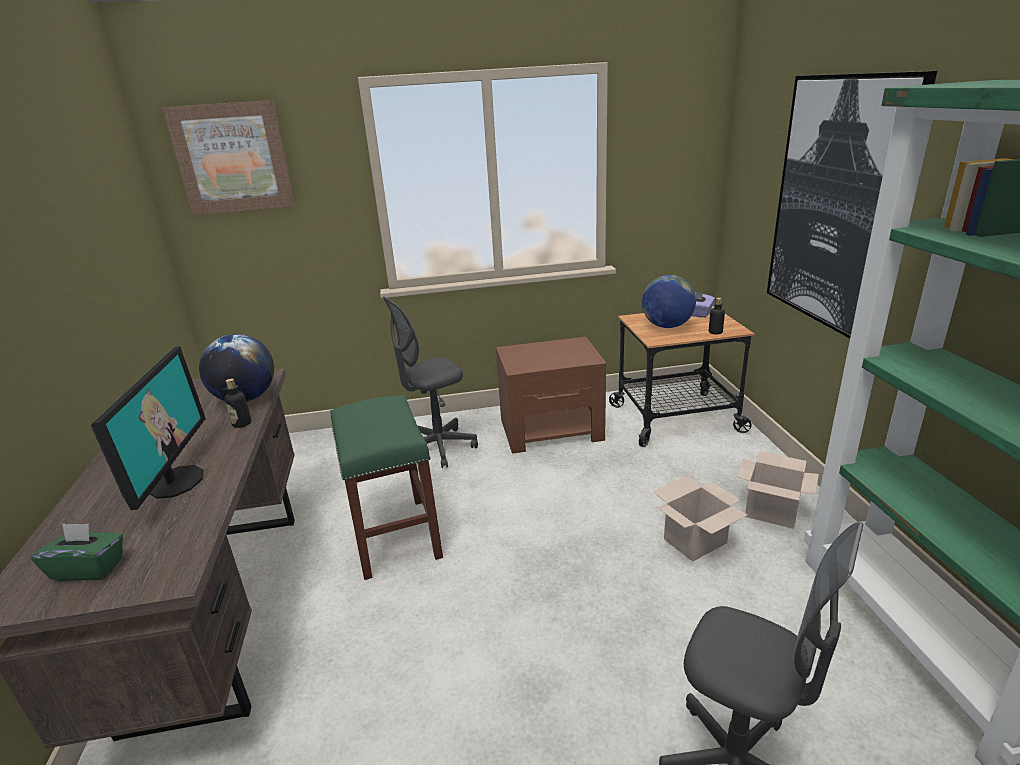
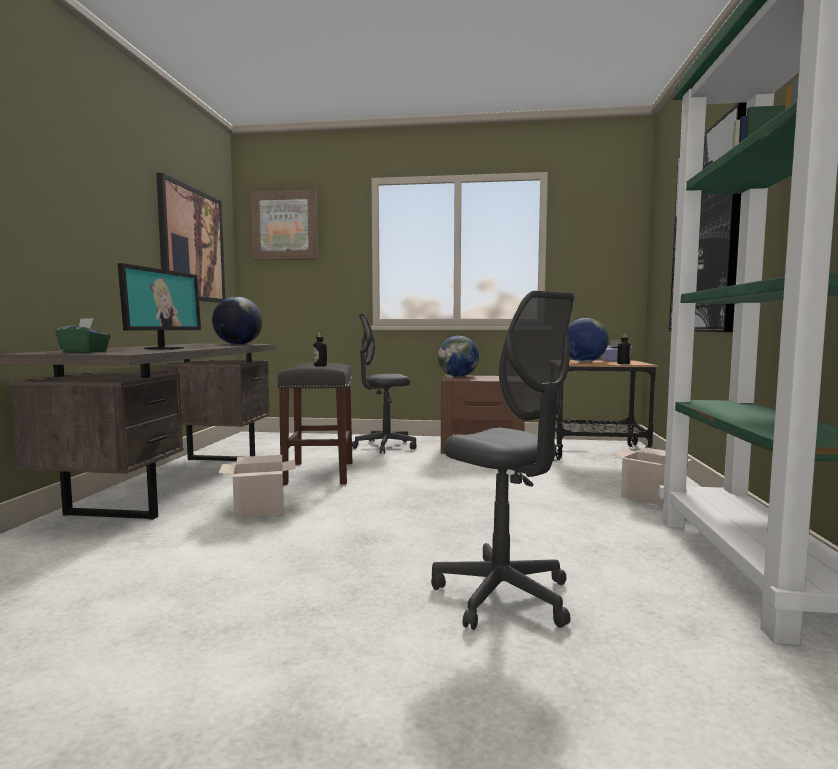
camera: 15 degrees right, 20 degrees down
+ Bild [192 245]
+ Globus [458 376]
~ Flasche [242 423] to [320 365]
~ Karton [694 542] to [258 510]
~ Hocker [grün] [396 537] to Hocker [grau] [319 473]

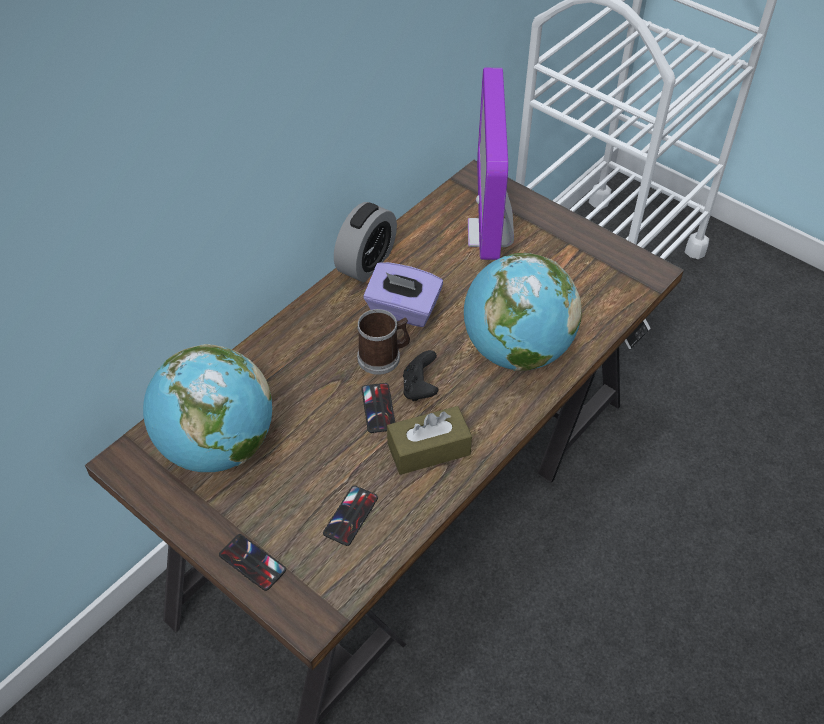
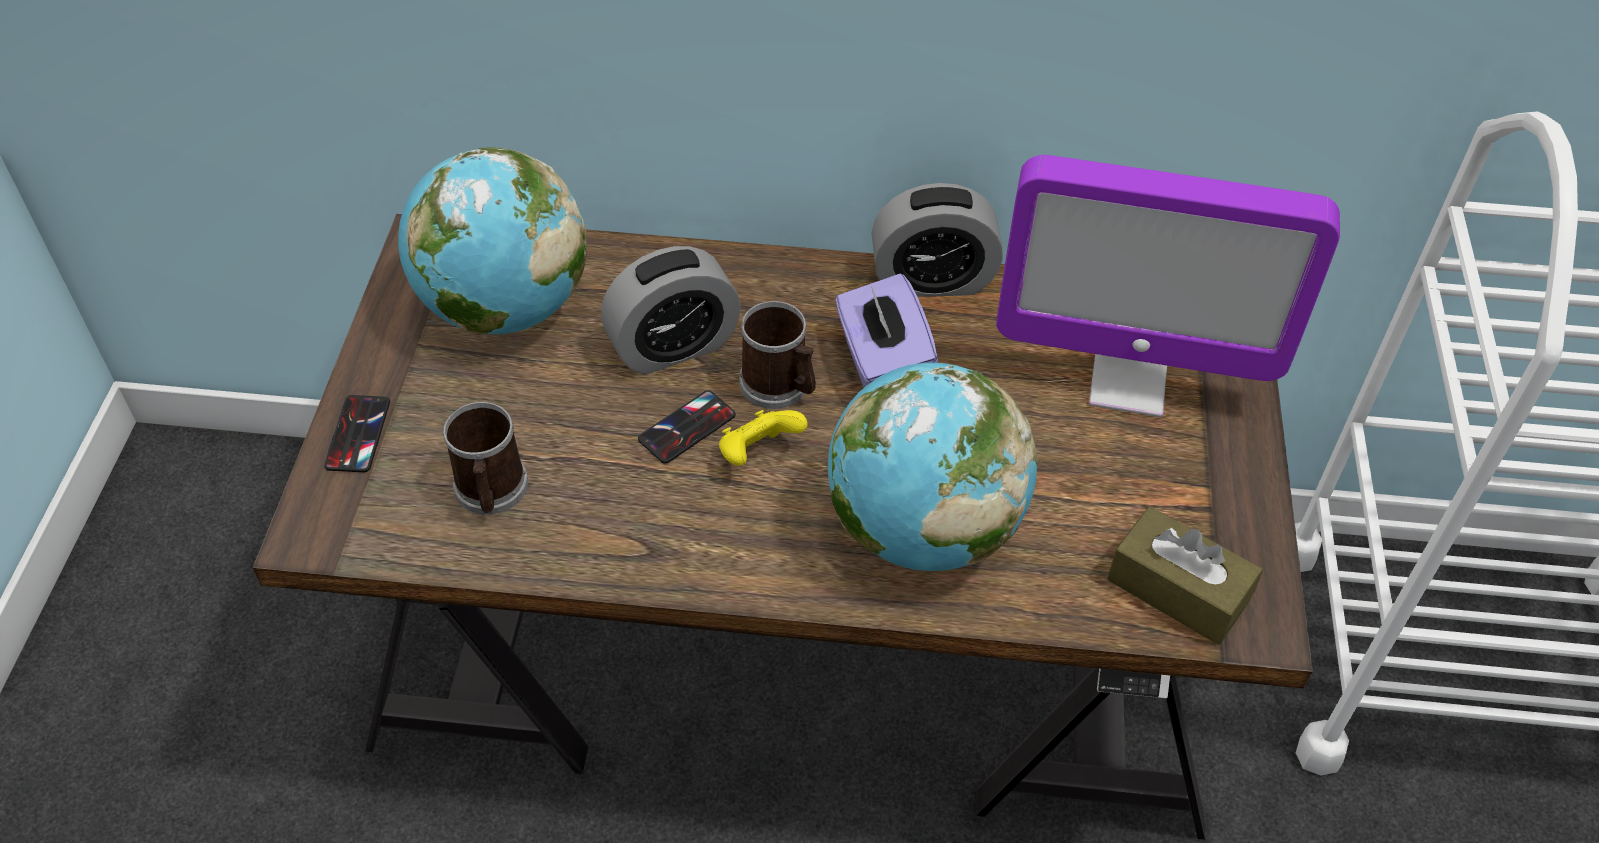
camera: 55 degrees right, 0 degrees up
+ Wecker [673 346]
~ Taschentuchbox [braun] [428 449] to [1178 590]
~ Handy [351 515] to Henkelbecher [491 492]
~ Gamepad [schwarz] [420 388] to Gamepad [gelb] [758 453]
~ Monitor [490 233] = [1128 382] 135 degrees counterclockwise

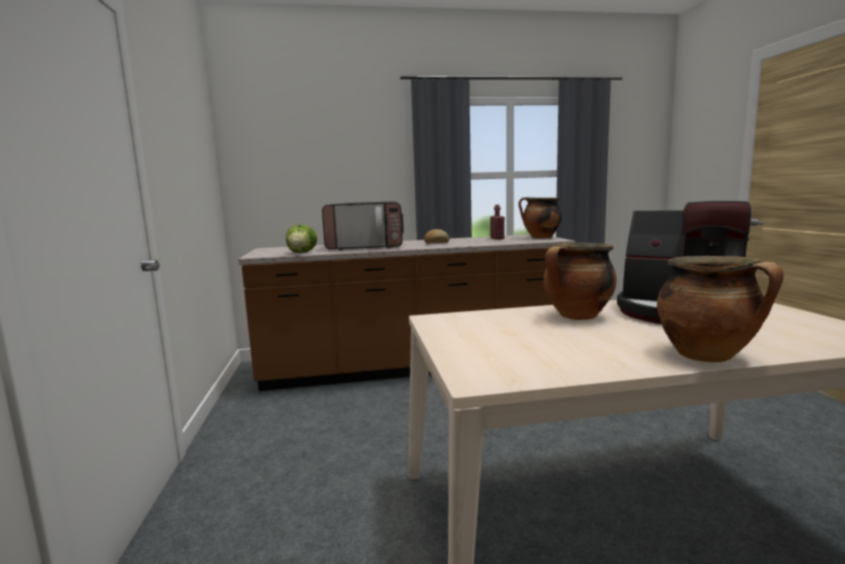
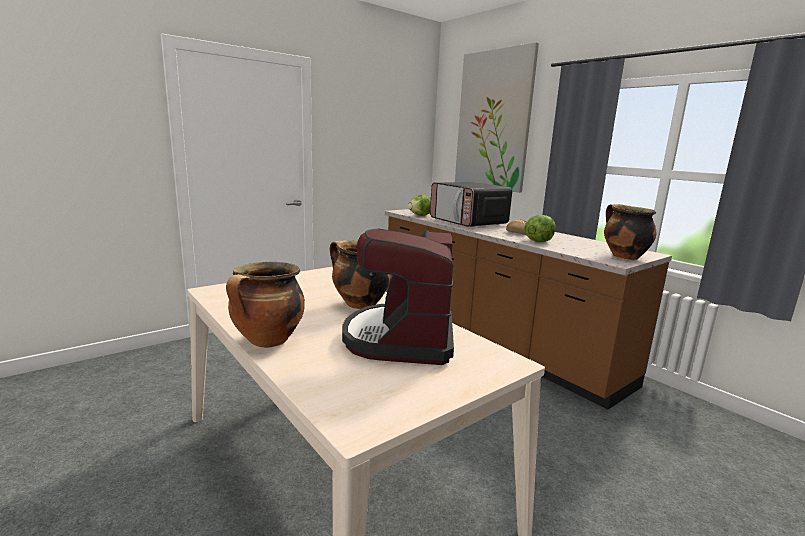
camera: 60 degrees right, 5 degrees up
- Flasche [rot] [497 238]
+ Bild [493 121]
+ Salatkopf [538 241]

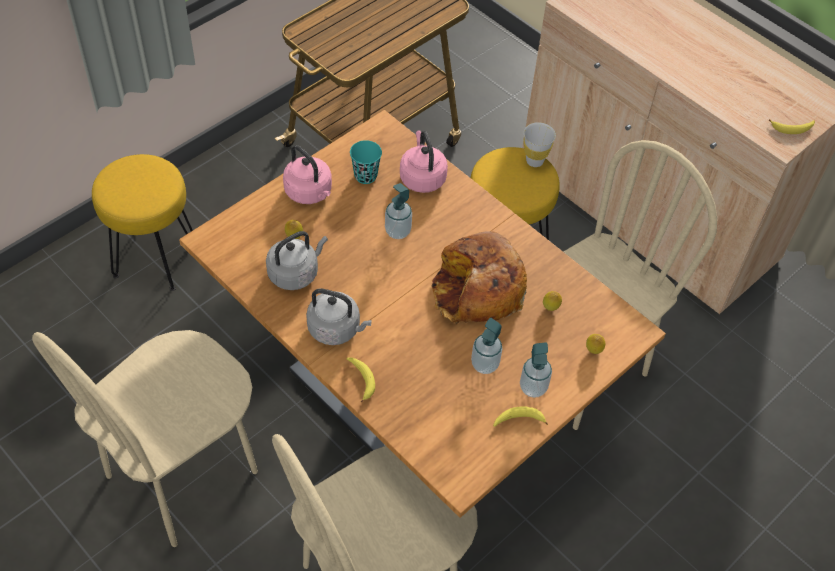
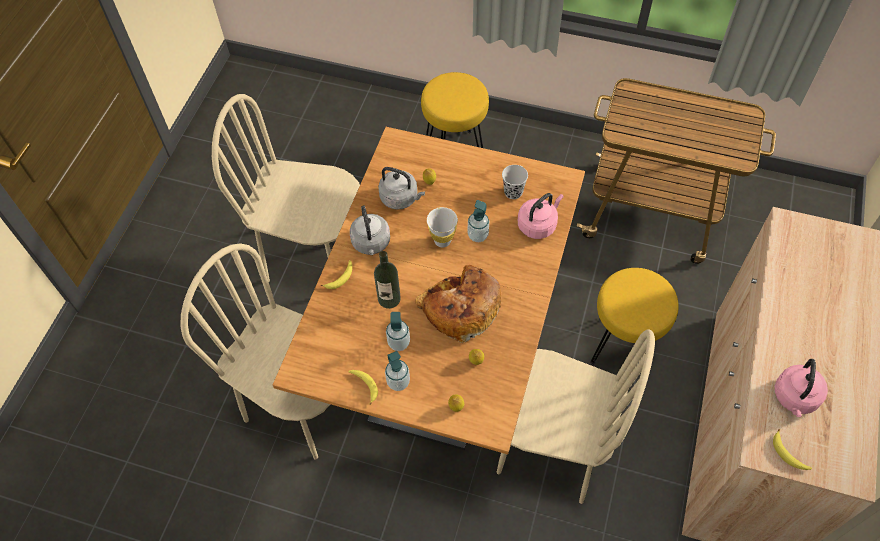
camera: 65 degrees right, 5 degrees up
+ Flasche [389 299]
~ Wasserkessel [rosa] [310 193] to [795 398]
~ Tasse [weiß] [534 161] to [442 241]
~ Tasse [türkis] [365 176] to Tasse [schwarz] [513 192]

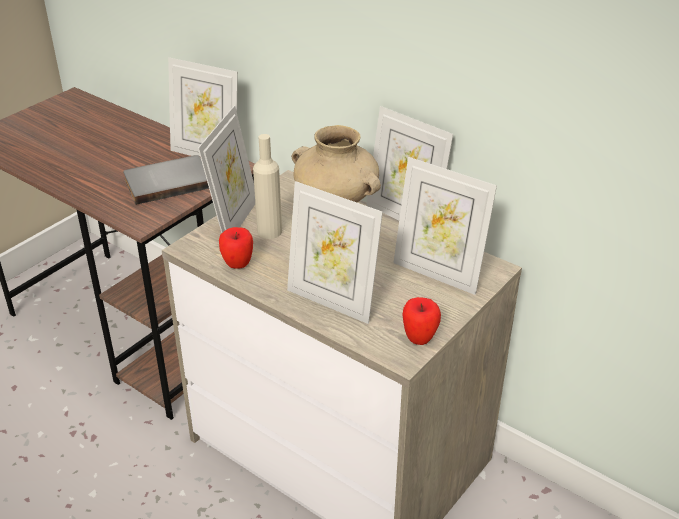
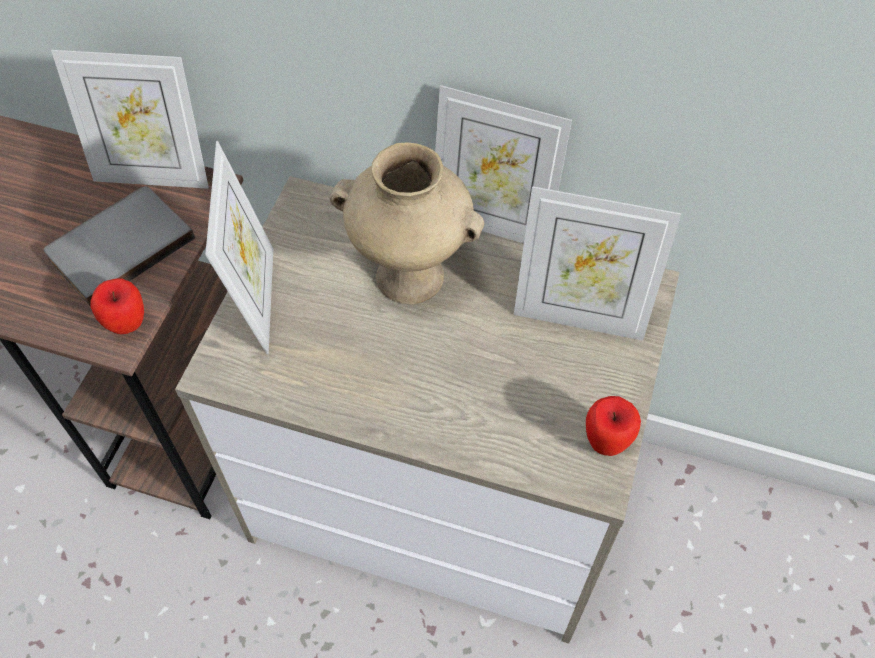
camera: 20 degrees left, 20 degrees up
- Flasche [beige] [269 231]
- Bilderrahmen [332 301]
~ Apfel [238 265] to [128 325]

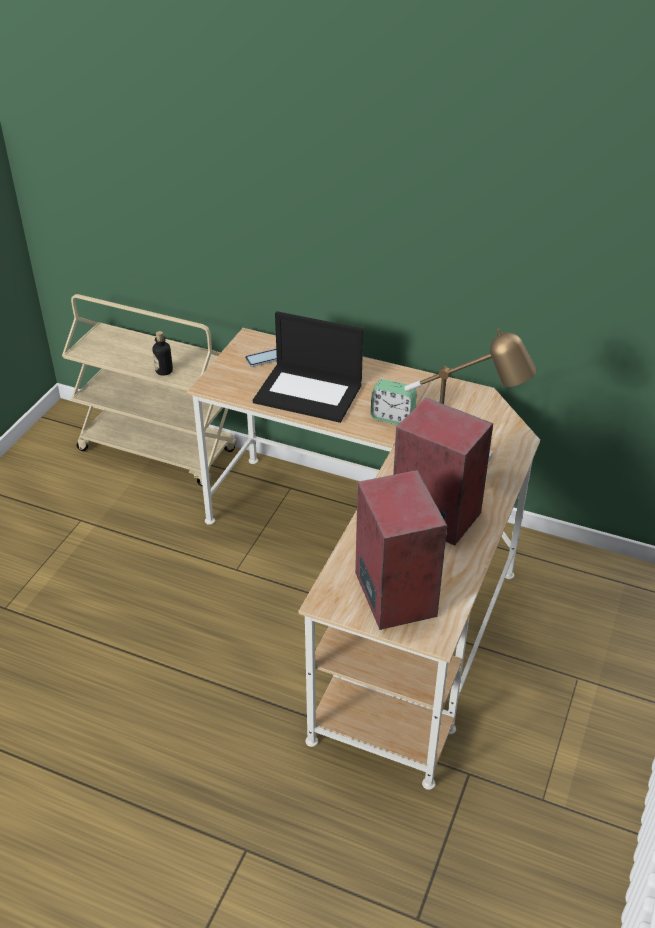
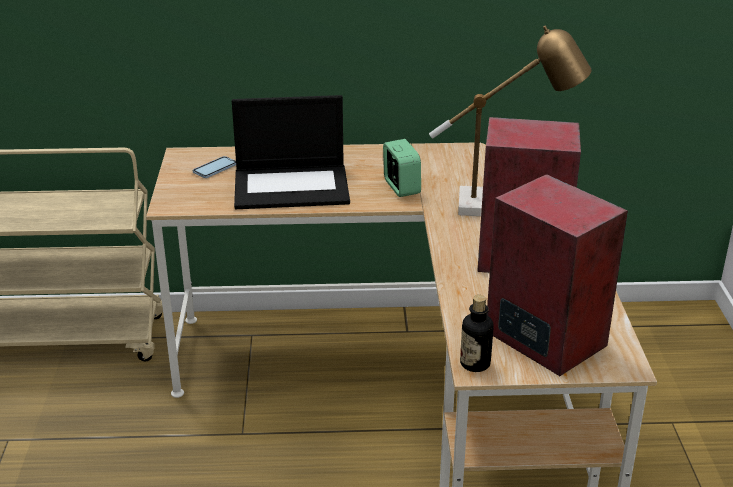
camera: 25 degrees left, 10 degrees down
~ Flasche [164 371] to [475 364]
~ Wecker [392 417] = [401 187] 105 degrees counterclockwise

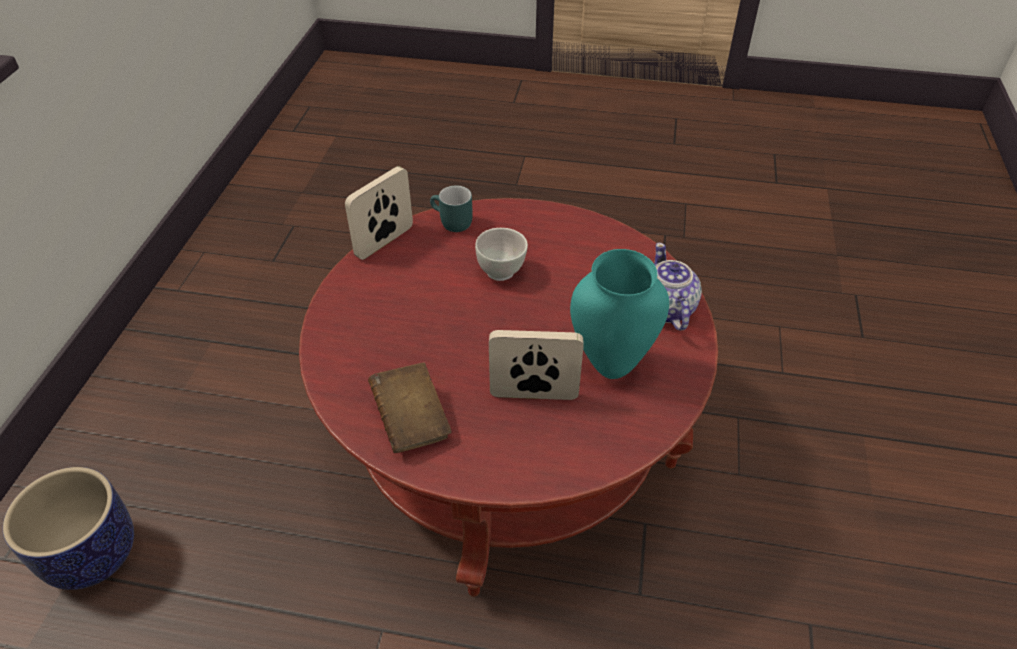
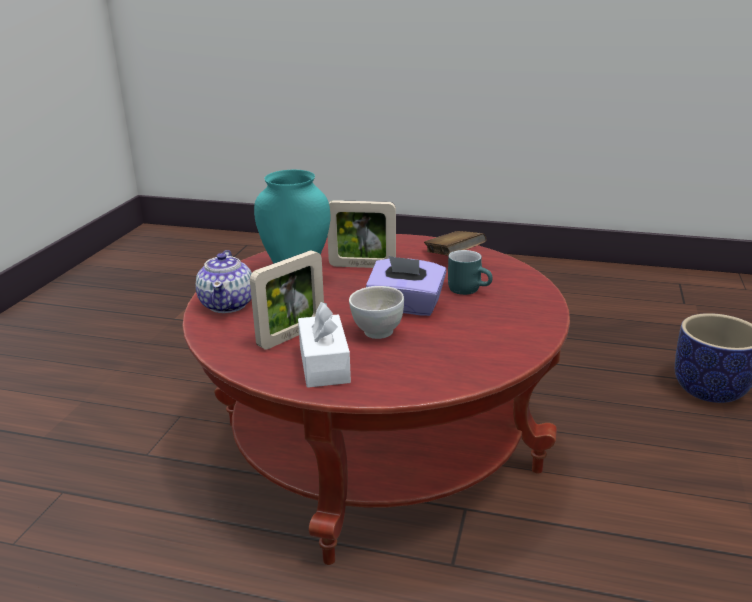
camera: 175 degrees left, 20 degrees down
+ Taschentuchbox [weiß] [324 364]
+ Taschentuchbox [lila] [406 307]
~ Bilderrahmen [384 242] to [291 335]
~ Henkelbecher [türkis] [451 223] to [469 289]

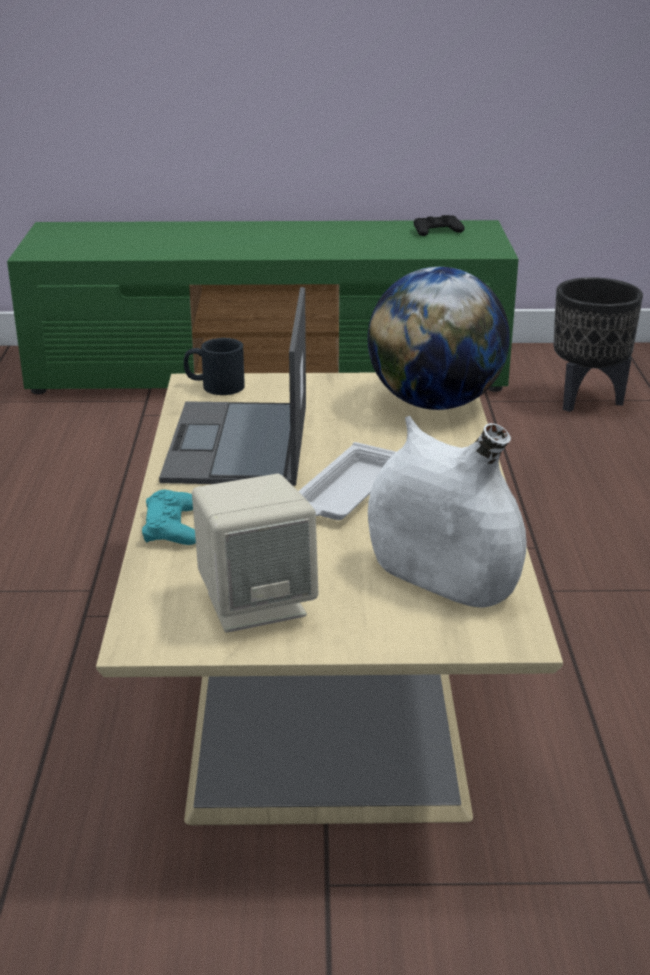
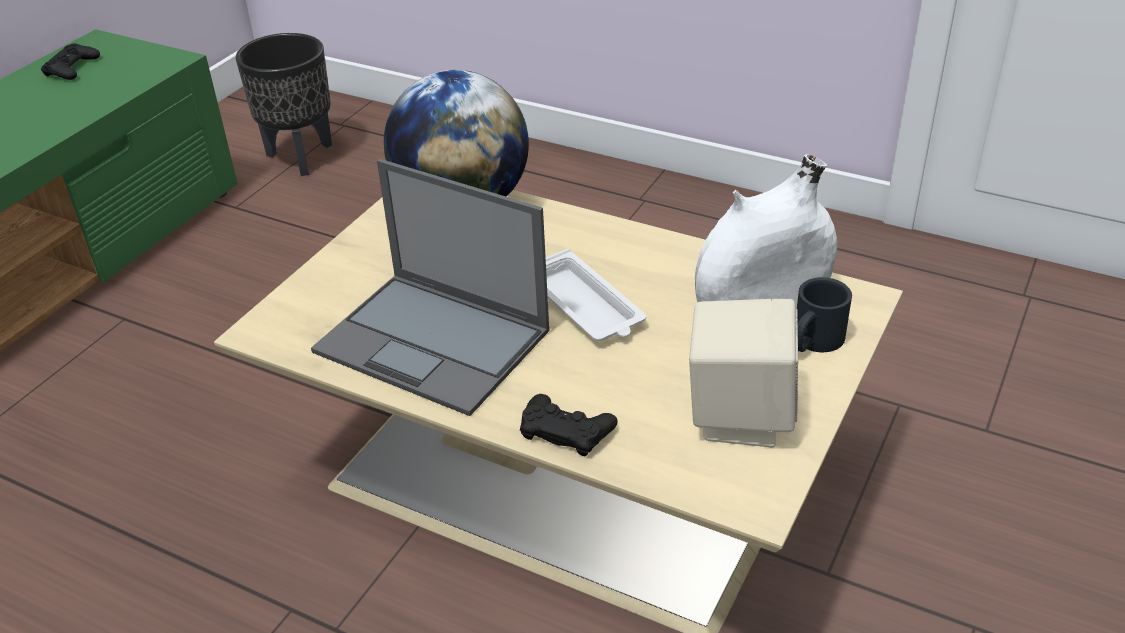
camera: 60 degrees left, 10 degrees up
~ Henkelbecher [schwarz] [214 386] to [813 342]
~ Gamepad [türkis] [173 526] to Gamepad [schwarz] [566 430]

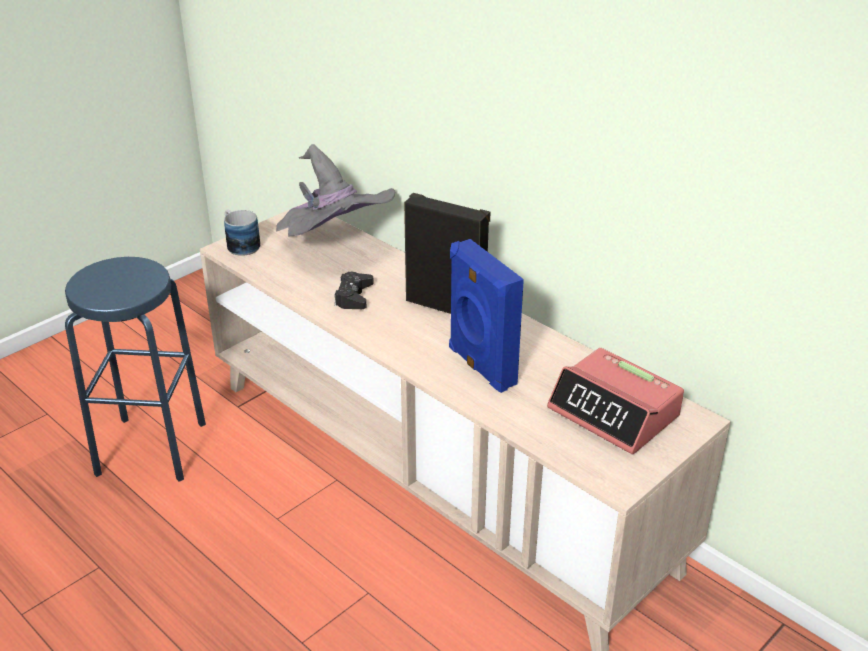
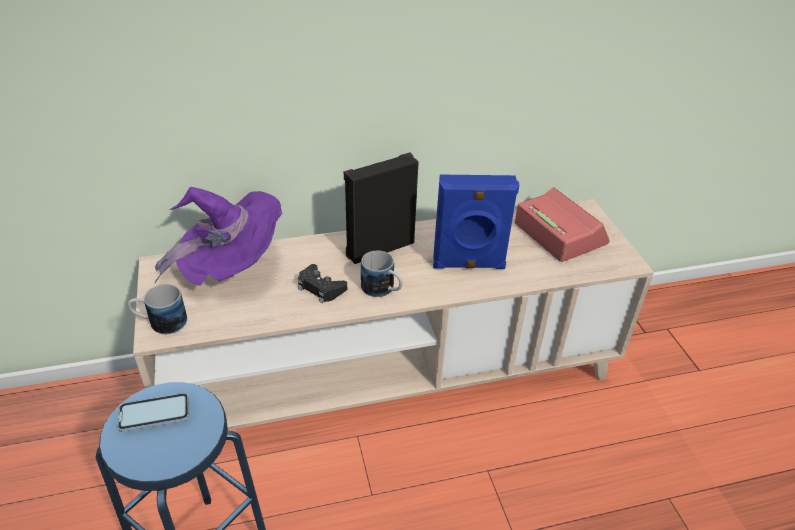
camera: 60 degrees left, 5 degrees up
+ Handy [154 413]
+ Henkelbecher [383 290]
~ Hut [grau] [334 245] to Hut [lila] [231 268]
~ Wecker [614 413] = [559 233] 105 degrees counterclockwise

